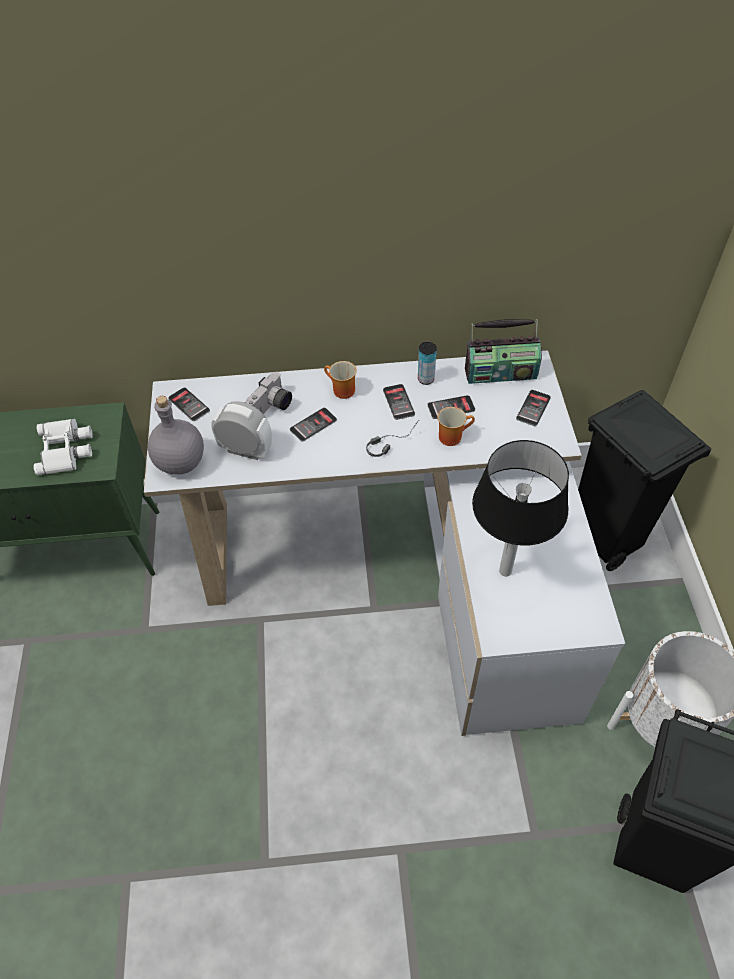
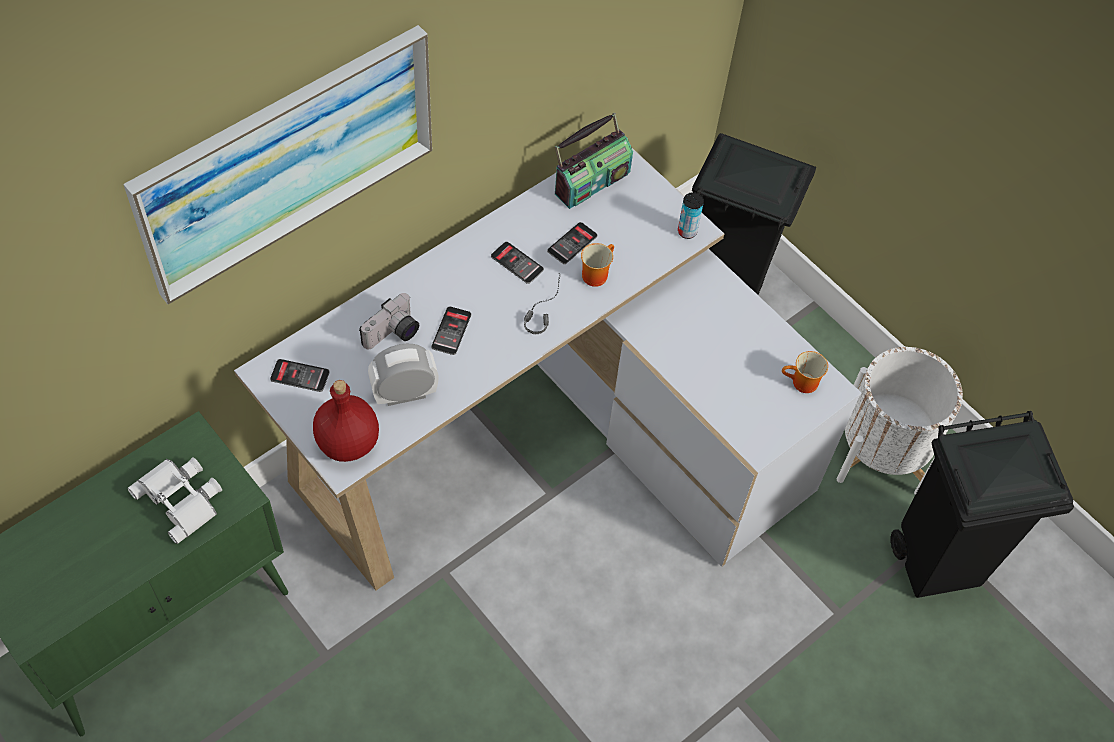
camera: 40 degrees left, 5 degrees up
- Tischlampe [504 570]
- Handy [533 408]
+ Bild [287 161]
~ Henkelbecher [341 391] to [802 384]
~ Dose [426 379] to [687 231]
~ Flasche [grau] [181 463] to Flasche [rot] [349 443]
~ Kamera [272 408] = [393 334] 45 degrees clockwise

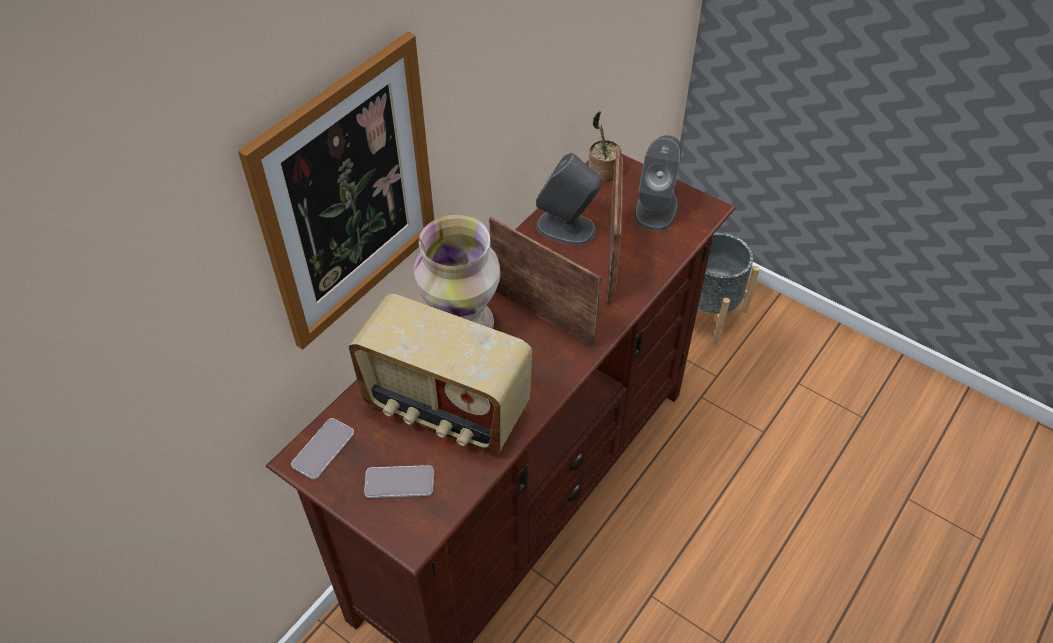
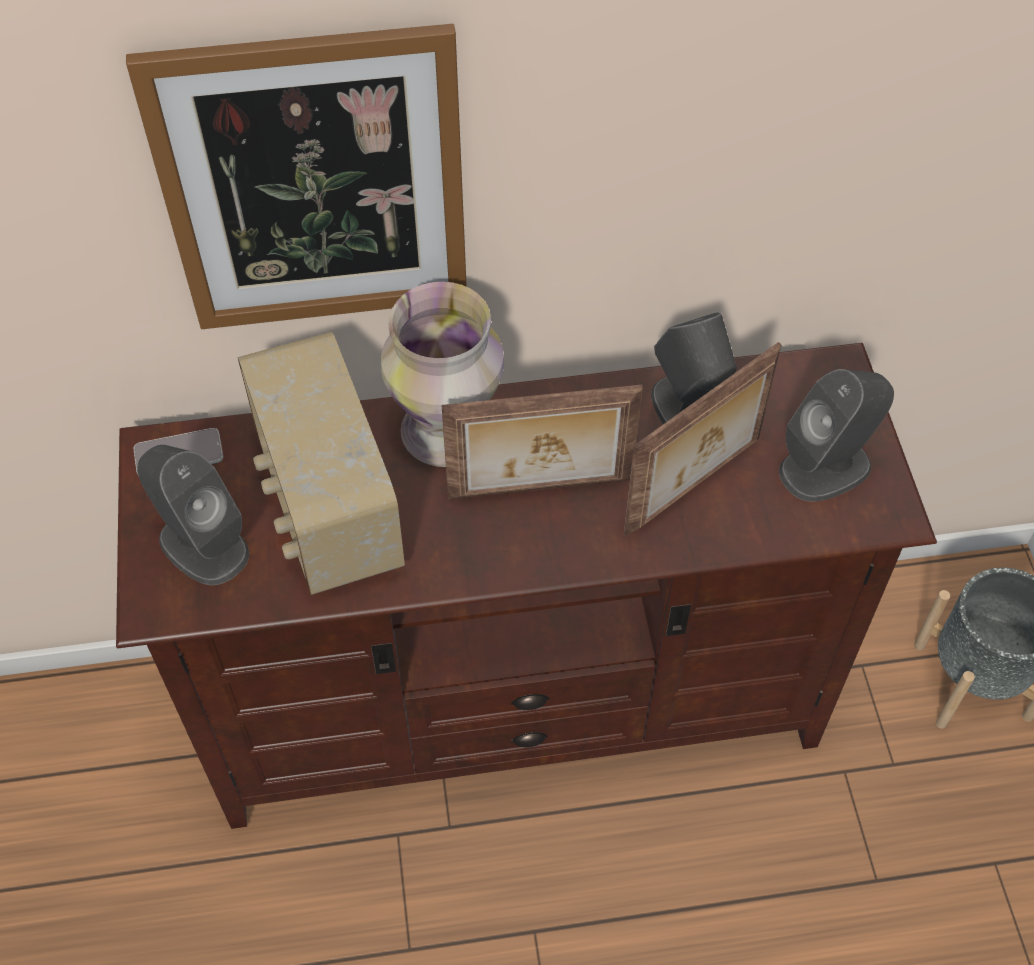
camera: 45 degrees right, 5 degrees up
- Topfpflanze [602 172]
~ Handy [399 482] to Lautsprecher [grau] [203 545]
~ Bilderrahmen [543 316] = [540 491] 90 degrees clockwise

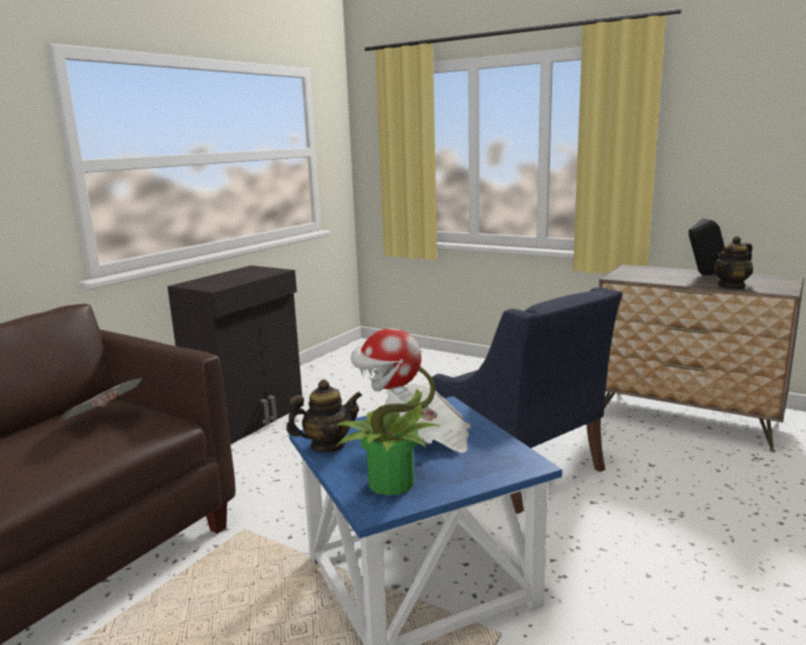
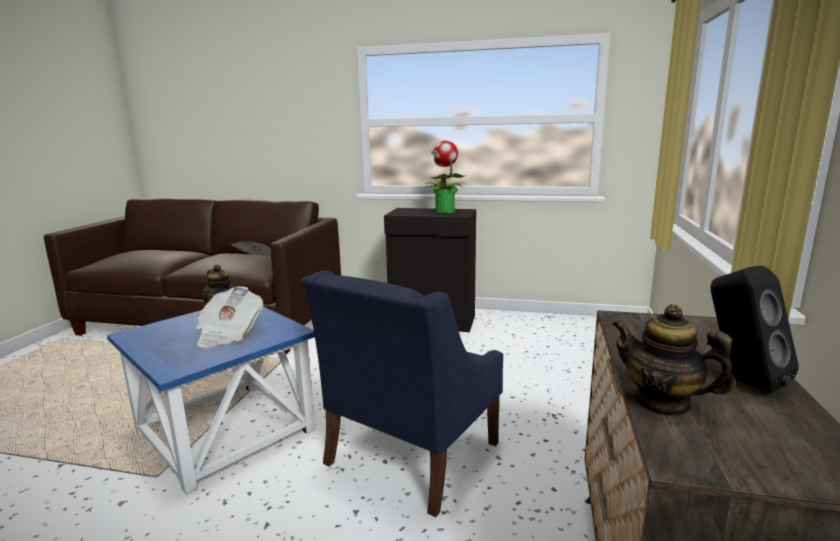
camera: 70 degrees right, 0 degrees up
~ Topfpflanze [389 483] to [444 211]

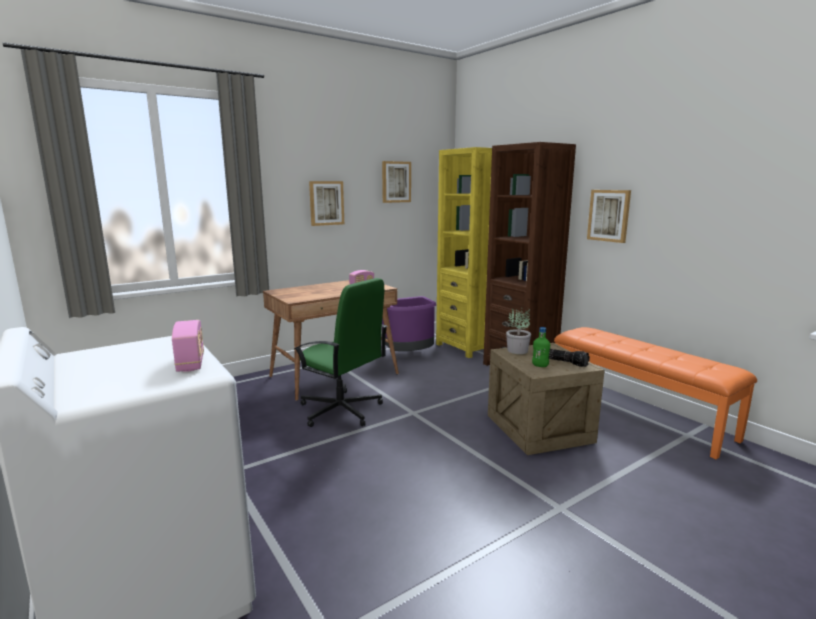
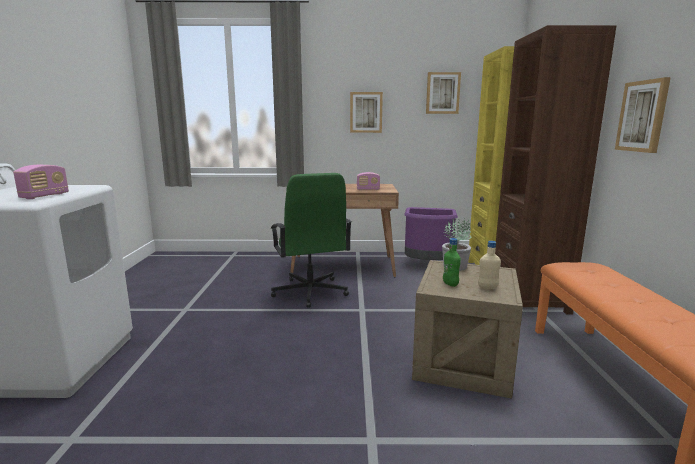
camera: 35 degrees right, 0 degrees up
~ Taschenlampe [566 362] to Flasche [beige] [487 288]

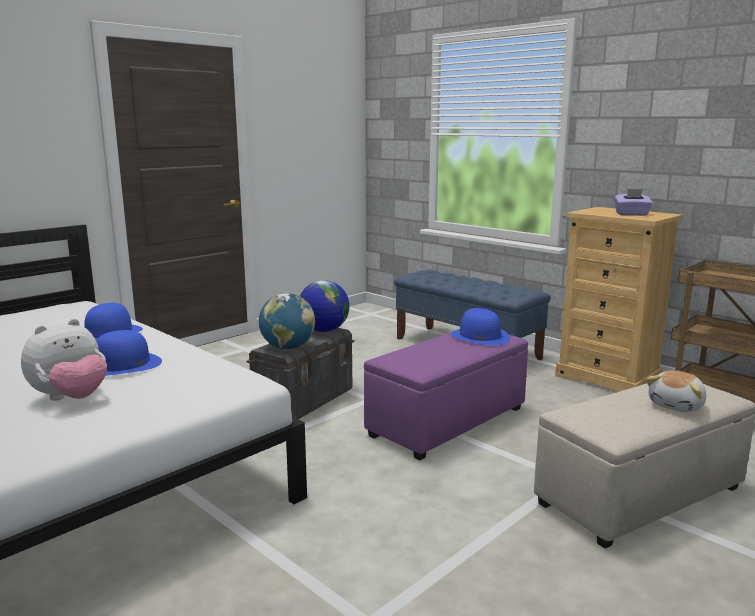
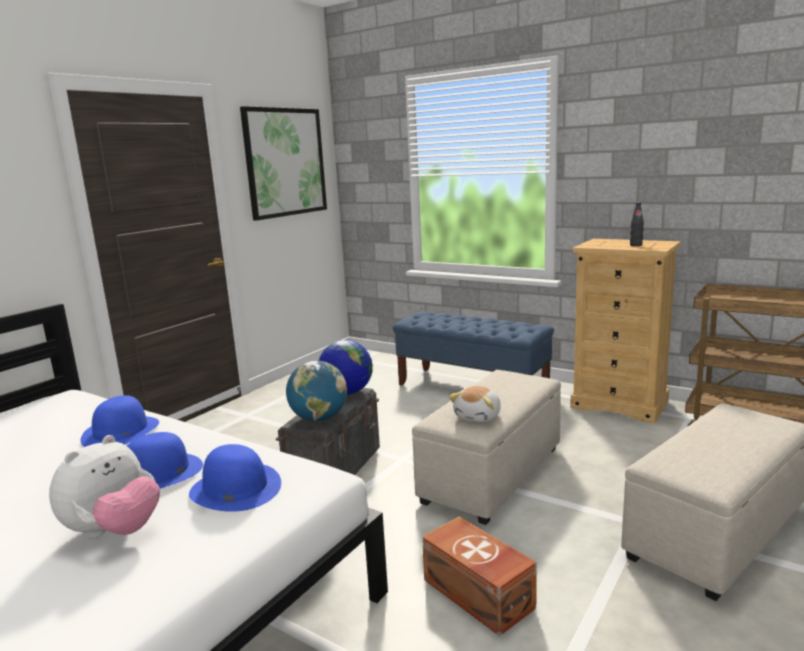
camera: 10 degrees left, 0 degrees up
+ Bild [285 162]
+ Aufbewahrungsbox [braun] [478 595]
~ Hut [blau] [479 336] to [235 488]
~ Plüschtier [677 405] to [479 416]
~ Taschentuchbox [lila] [631 214] to Flasche [schwarz] [636 245]
~ Polsterhocker [lila] [447 422] to Polsterhocker [beige] [492 475]

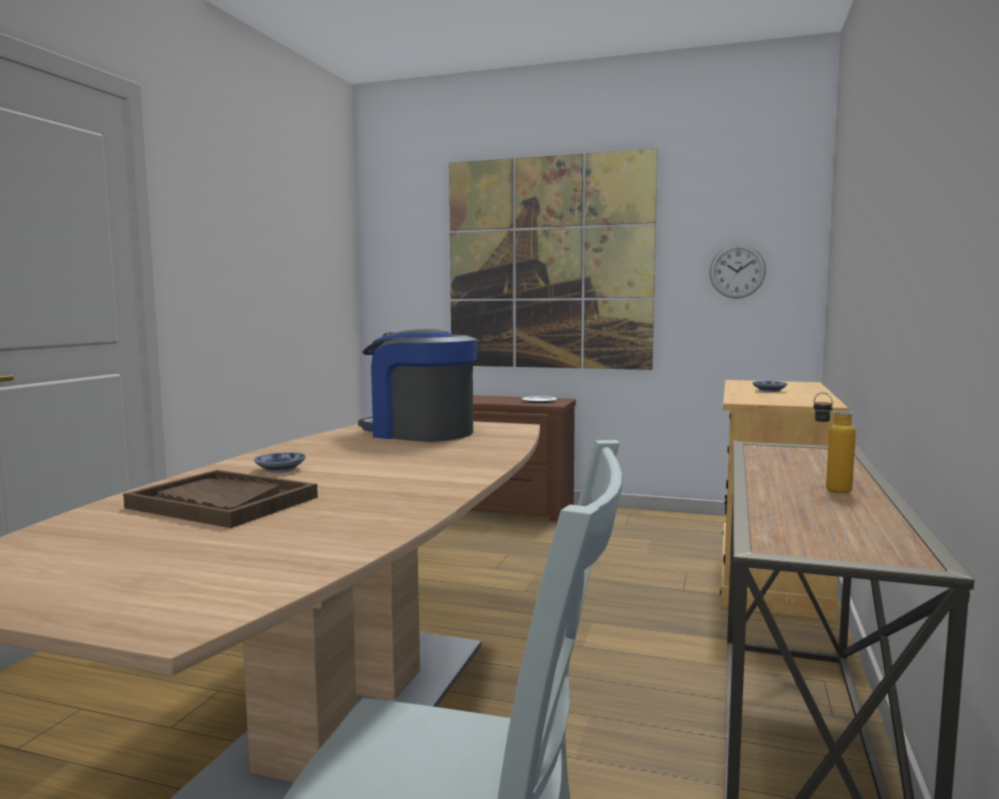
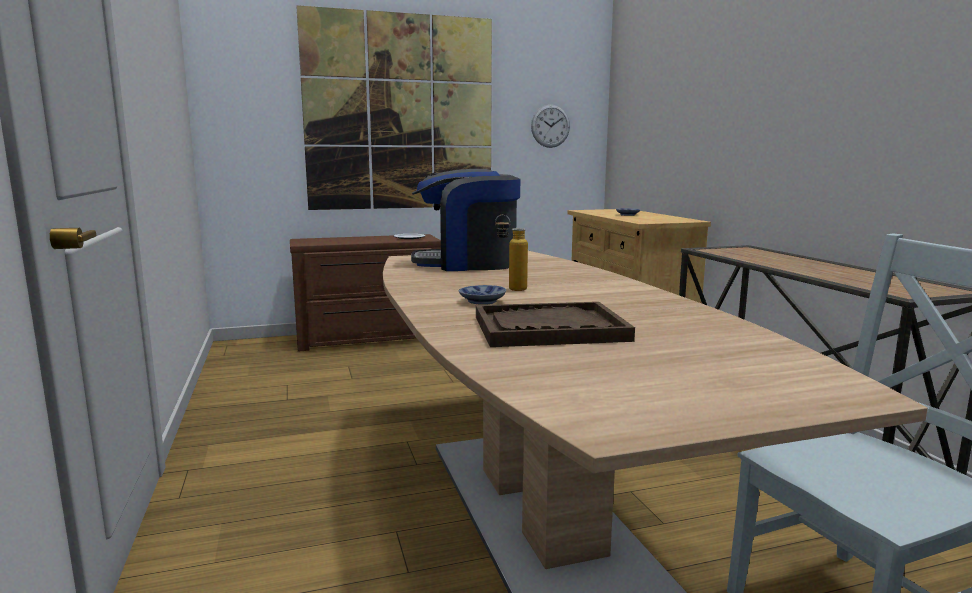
camera: 35 degrees left, 5 degrees up
~ Flasche [829 488] to [510 288]

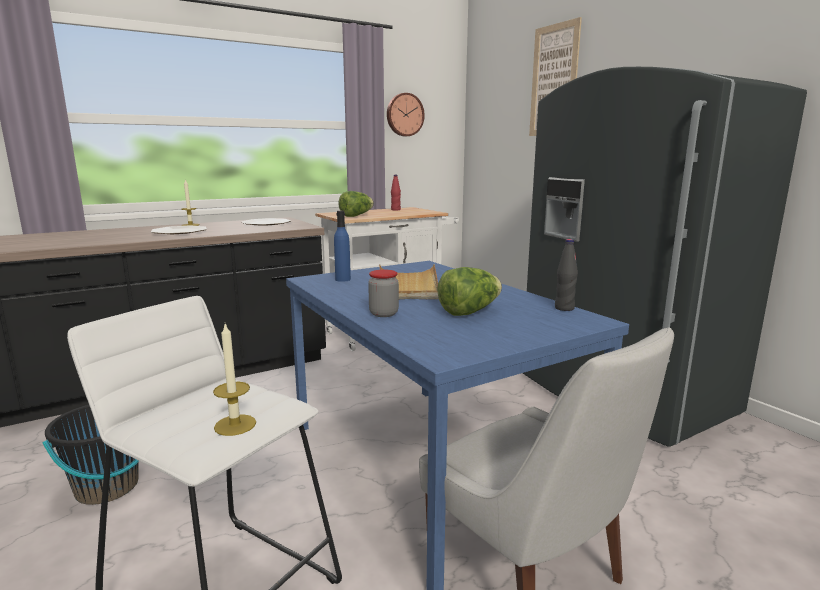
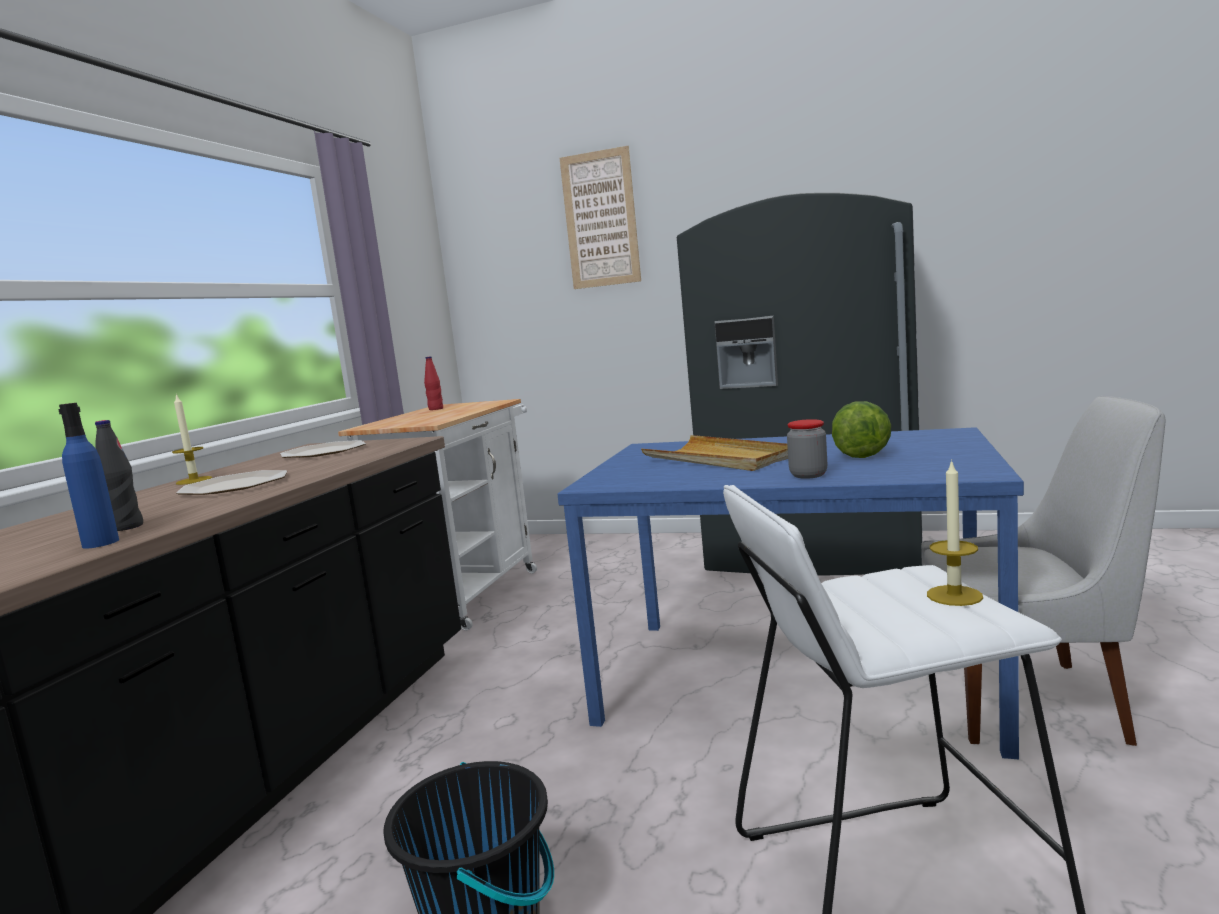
camera: 40 degrees left, 5 degrees down
- Salatkopf [356 216]
- Wanduhr [404 115]
~ Flasche [blau] [343 279] to [100 543]
~ Flasche [schwarz] [564 308] to [126 527]

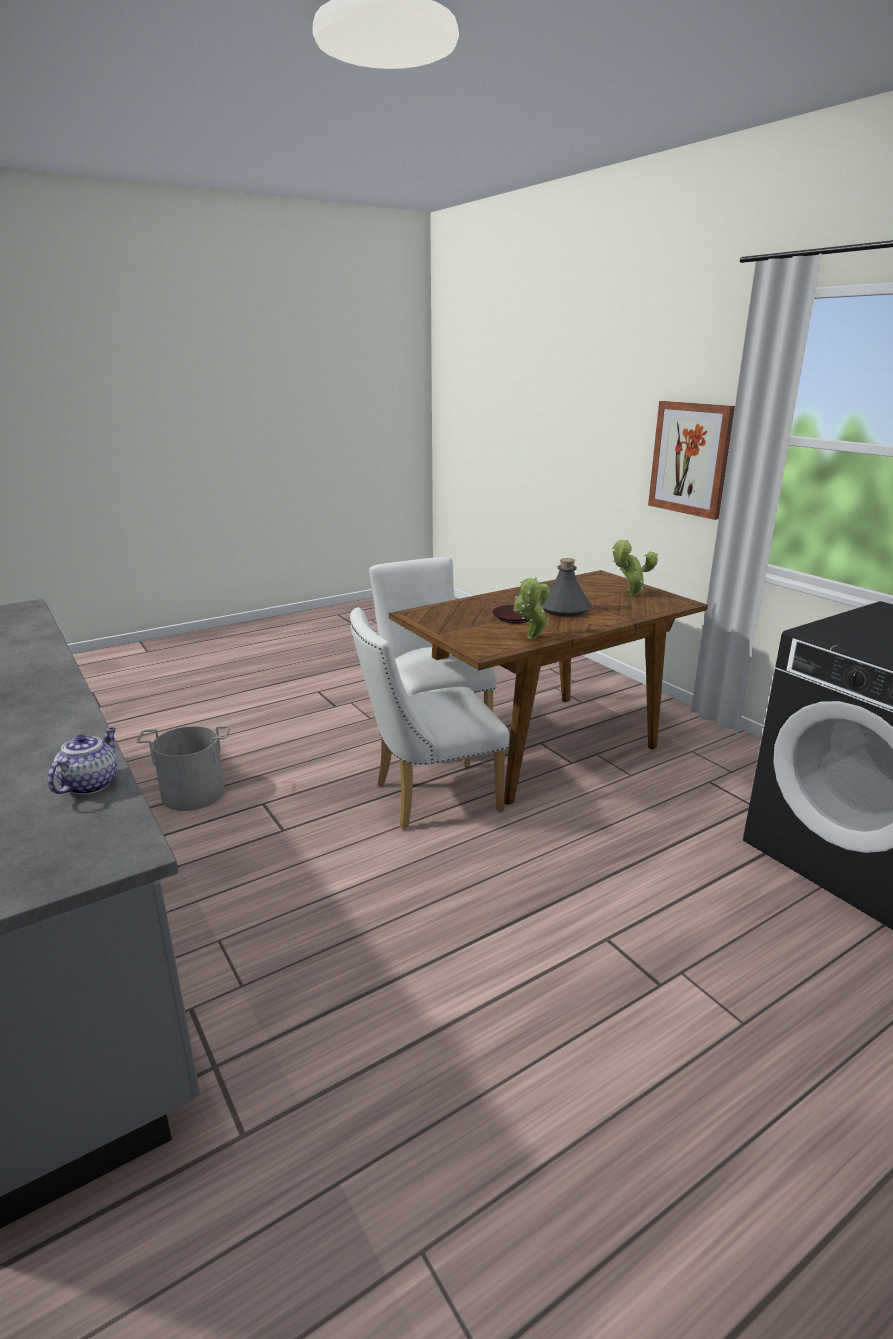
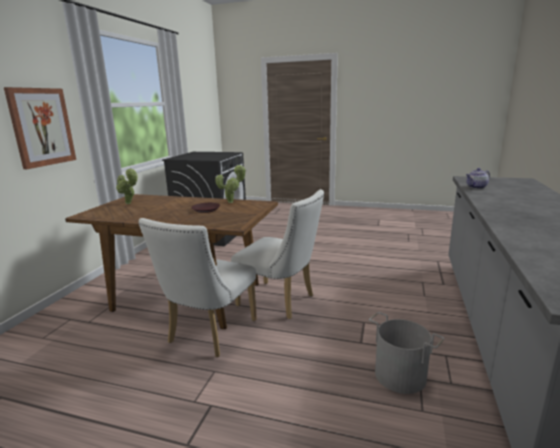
camera: 130 degrees left, 5 degrees down
- Flasche [grau] [564 609]

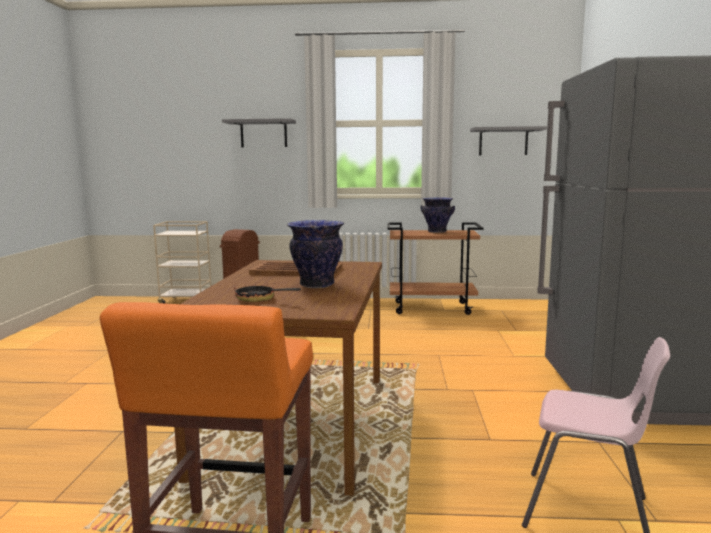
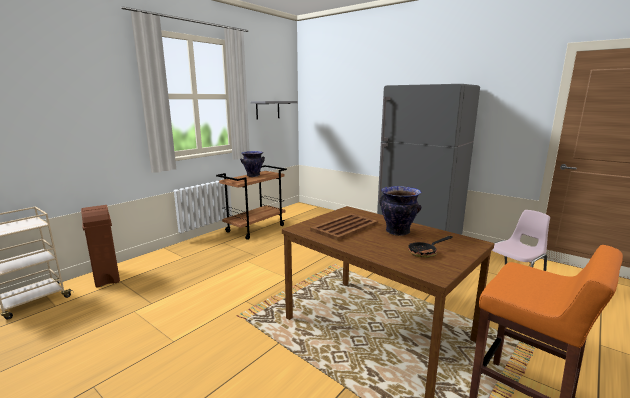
camera: 55 degrees left, 5 degrees up
- Wandregal [grau] [263 134]

